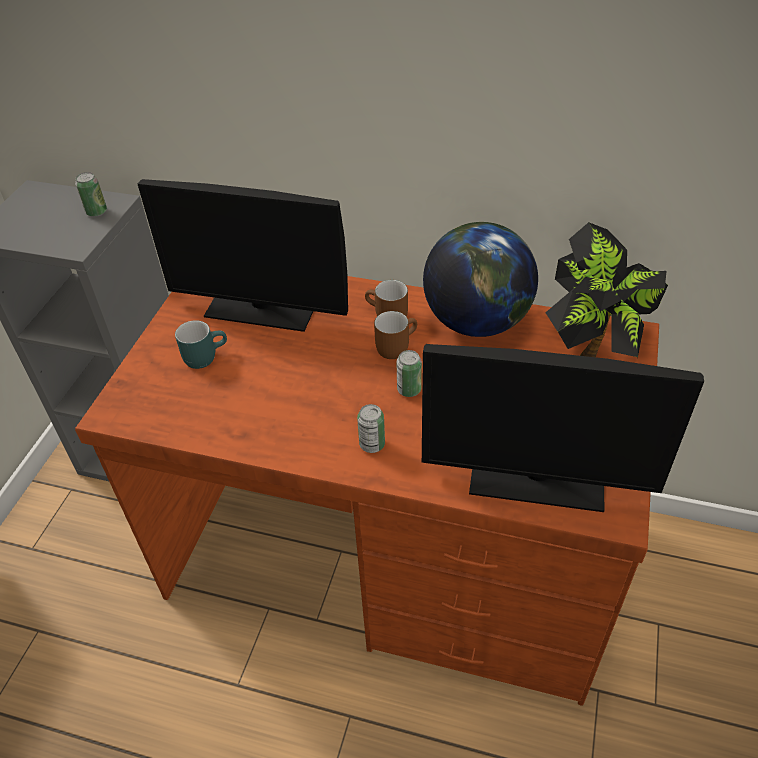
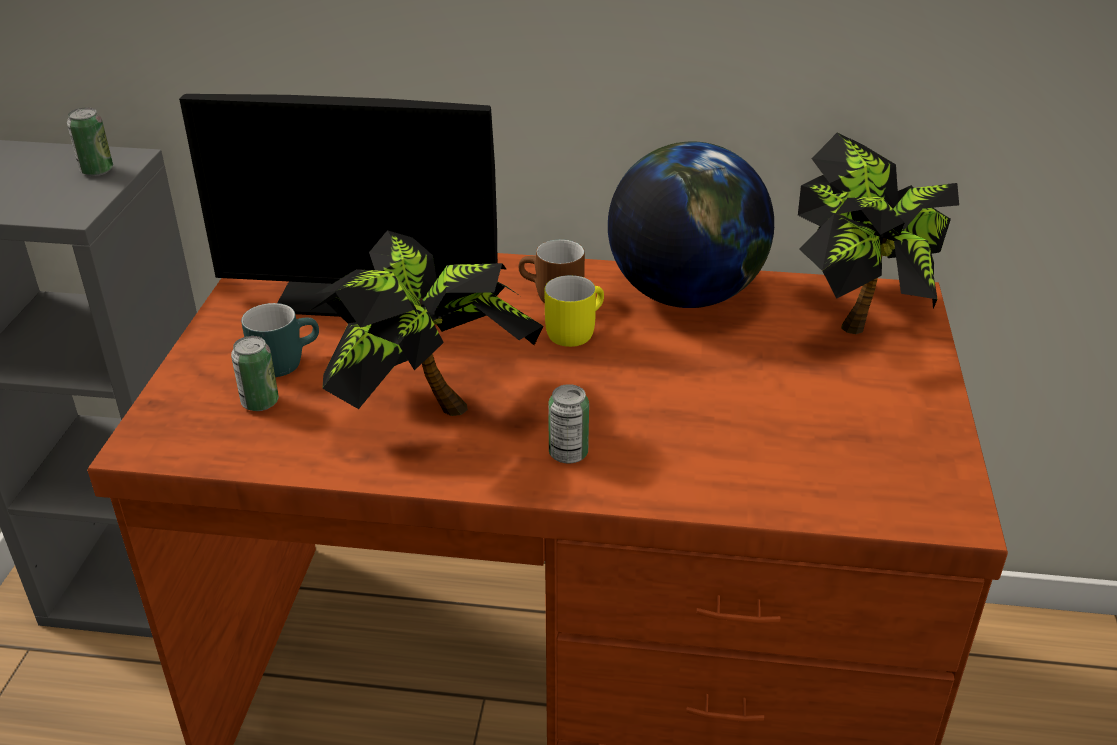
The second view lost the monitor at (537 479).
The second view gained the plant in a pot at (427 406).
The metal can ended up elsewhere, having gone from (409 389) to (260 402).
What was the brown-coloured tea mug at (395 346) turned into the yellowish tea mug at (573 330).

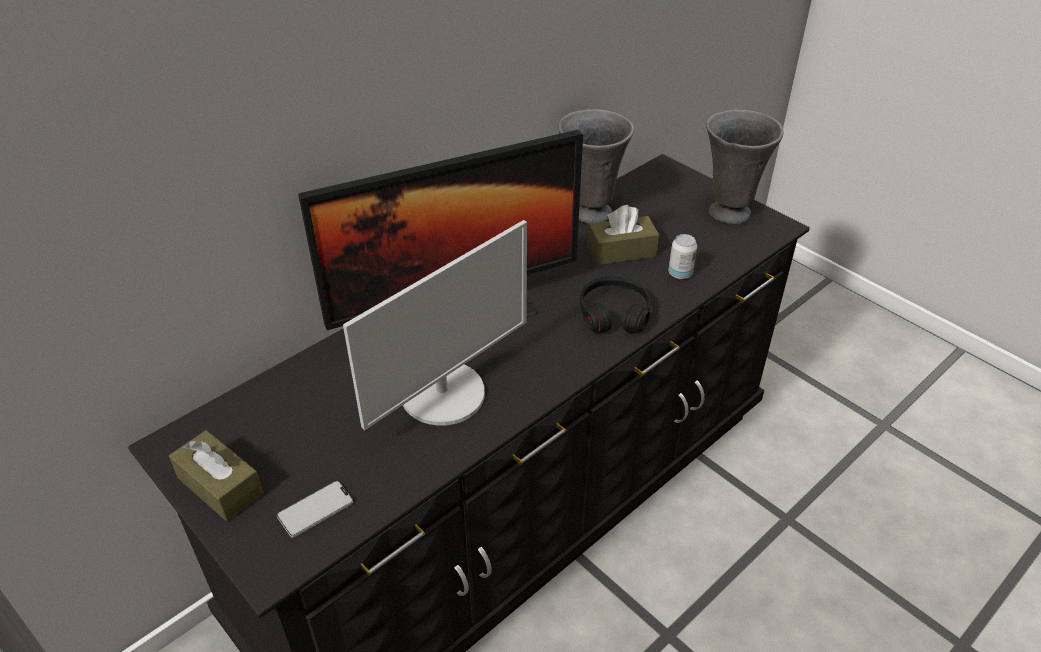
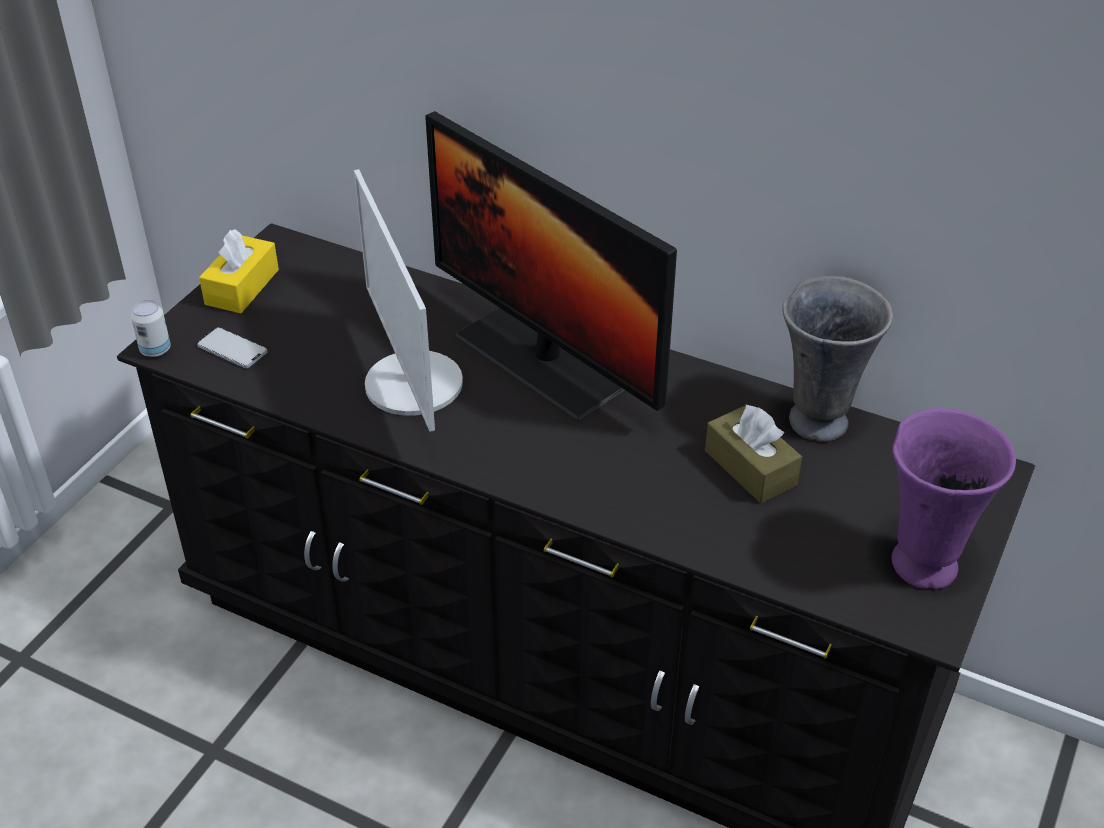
The second view lost the black-coloured pair of headphones at (614 313).
The metal can ended up elsewhere, having gone from (680 274) to (155 350).
What was the brown-coloured tissue box at (220 486) turned into the yellowish tissue box at (242 287).
What was the grey decorative vase at (727 213) turned into the purple-coloured decorative vase at (923 562).
The monitor at (444 394) ended up facing another way, 45 degrees clockwise from before.

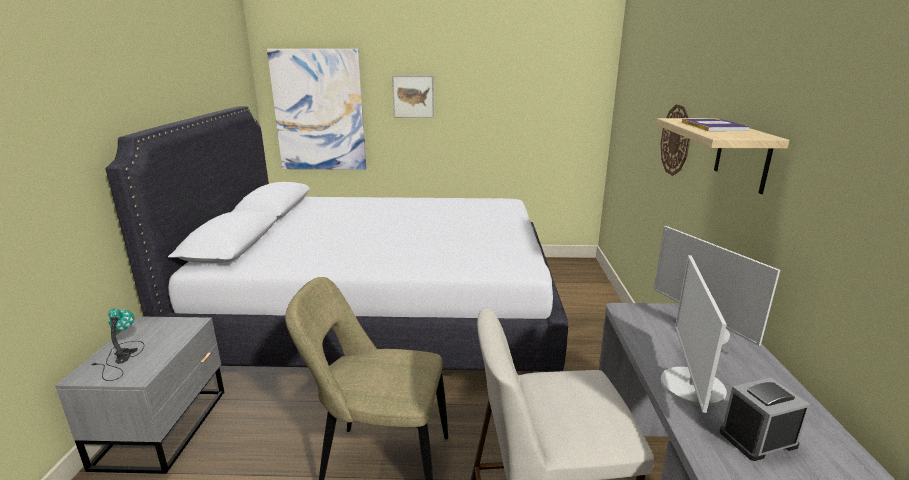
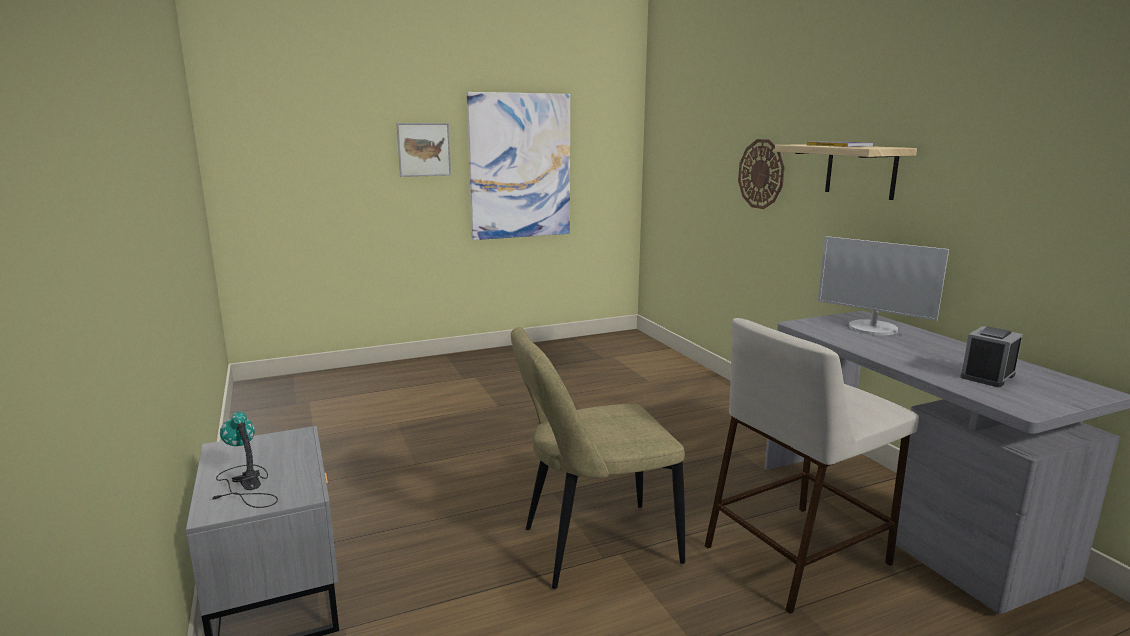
The second view lost the white-coloured sleeping bed at (382 318).
The second view lost the monitor at (691 386).
The picture ended up elsewhere, having gone from (319 111) to (520 166).

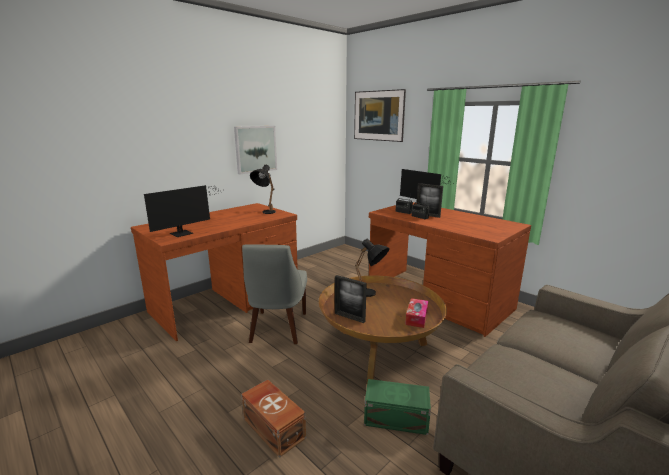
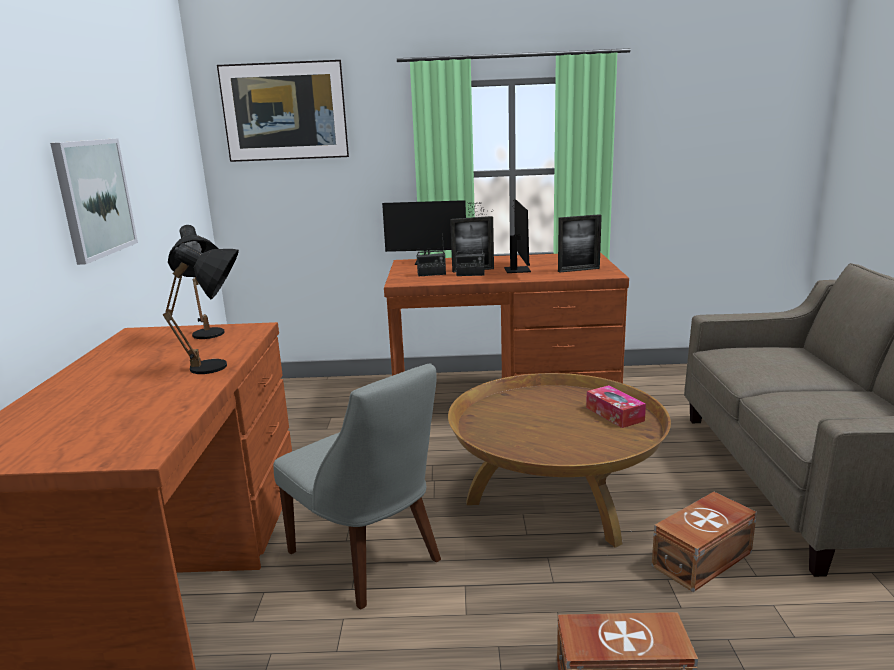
The monitor ended up elsewhere, having gone from (185 233) to (518 269).
The standing frame ended up elsewhere, having gone from (349 317) to (578 270).
The black-coloured tabletop lamp ended up elsewhere, having gone from (372 295) to (222 367).
What was the green storage bin at (397 419) turned into the brown-coloured storage bin at (704 559).

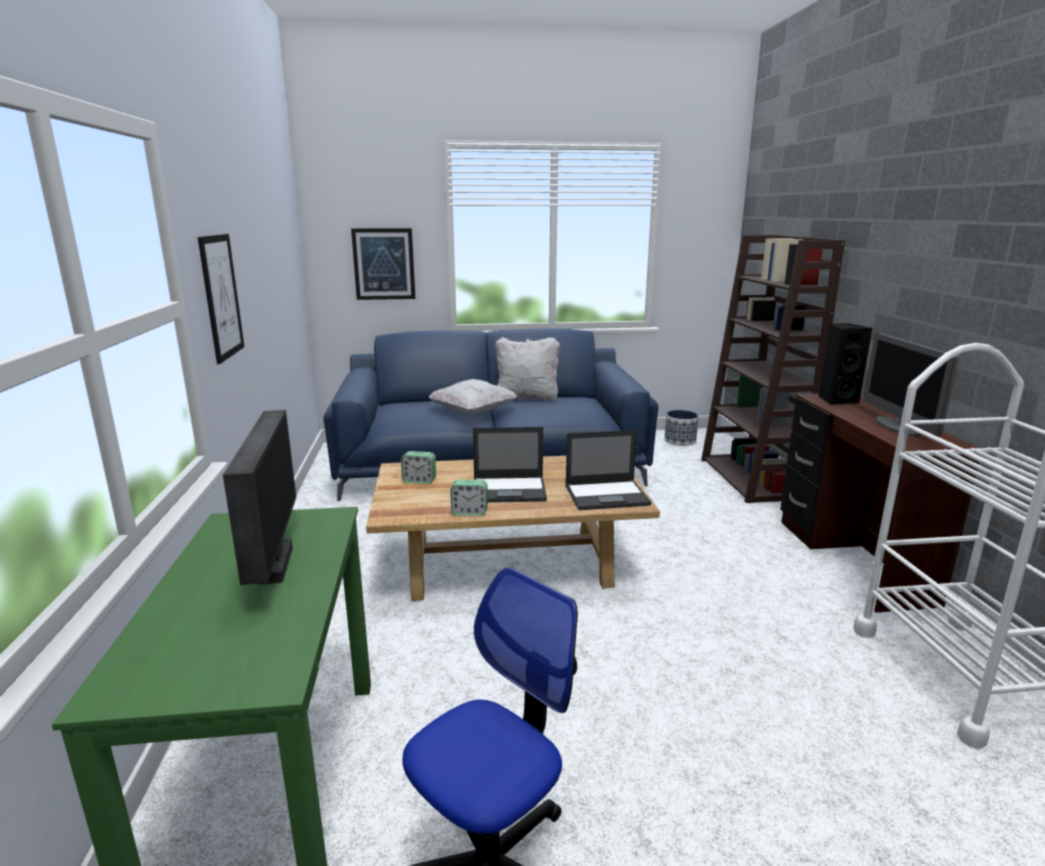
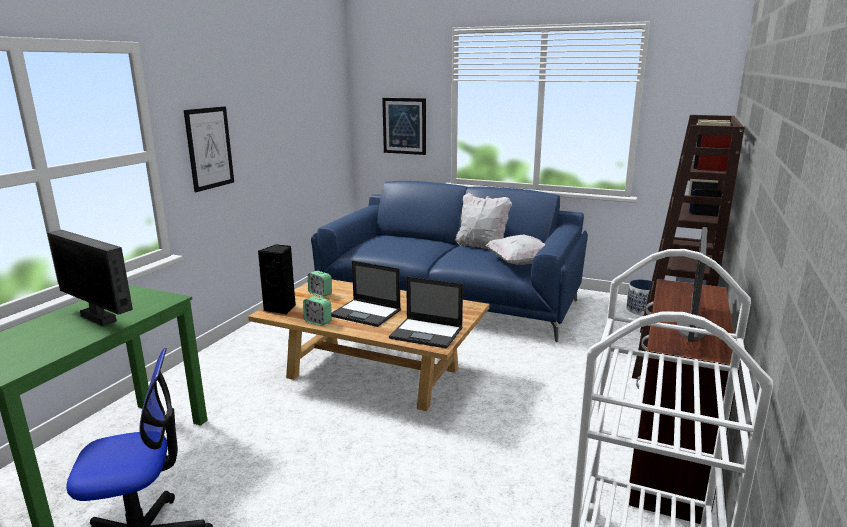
The white-coloured cushion ended up elsewhere, having gone from (473 412) to (520 263).
The black-coloured speaker ended up elsewhere, having gone from (836 400) to (281 308).
The monitor at (273 565) ended up facing another way, 105 degrees clockwise from before.

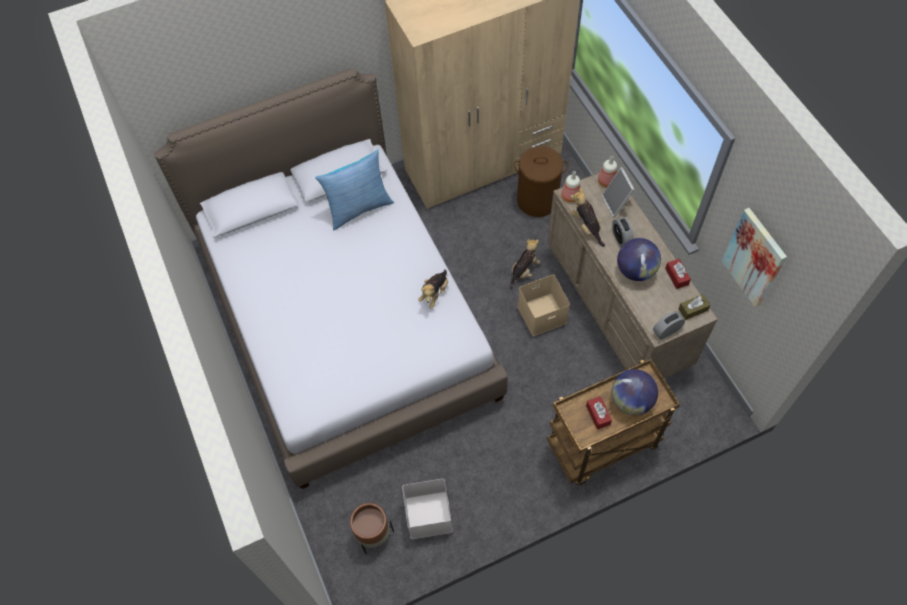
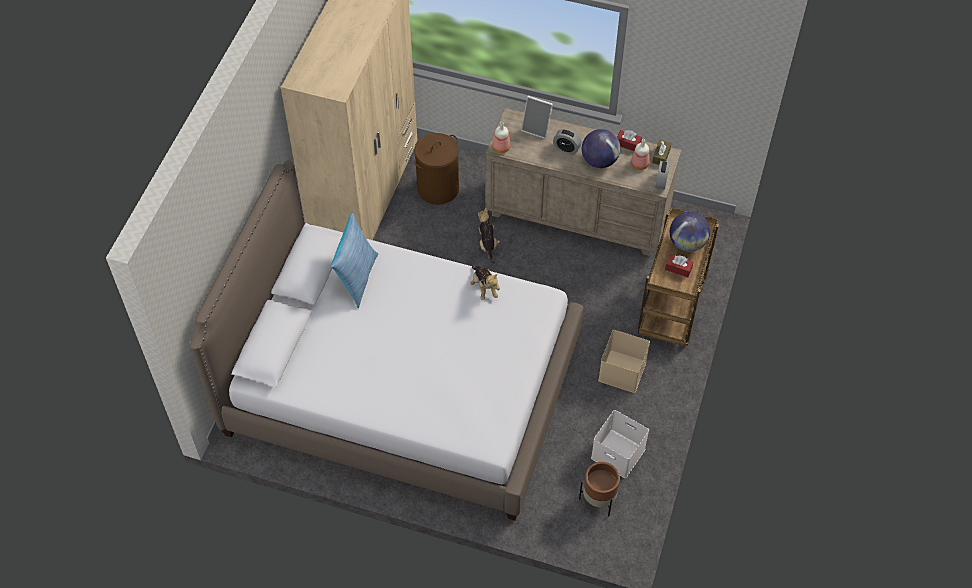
The second view lost the plush toy at (586 226).
The second view lost the picture at (754 258).
The beige storage bin ended up elsewhere, having gone from (541 315) to (623 372).
The bottle ended up elsewhere, having gone from (606 181) to (639 164).

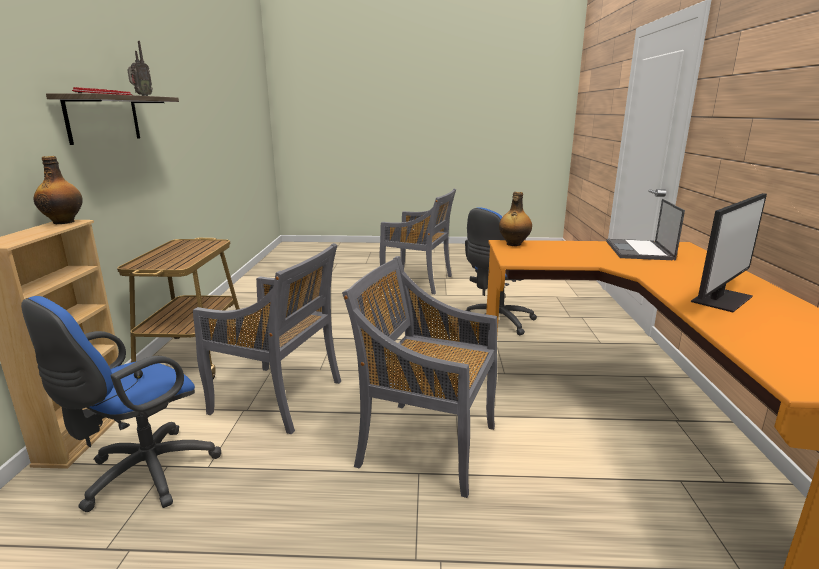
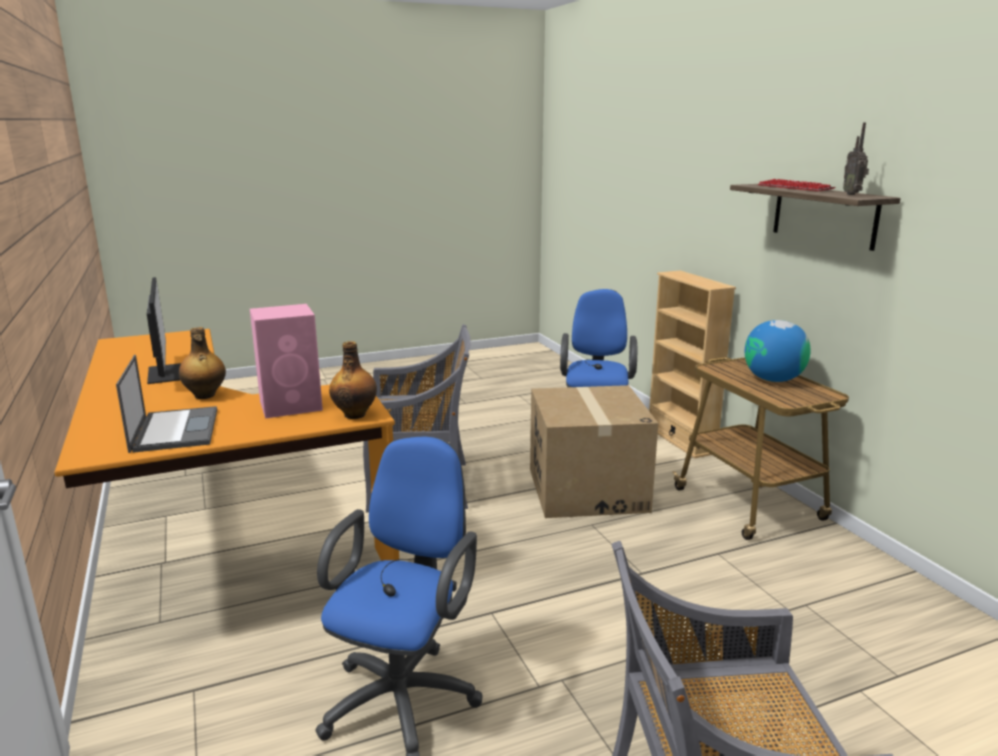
The second view gained the pink speaker at (292 405).
The second view gained the world globe at (773 379).
The bottle ended up elsewhere, having gone from (64 222) to (205 395).
Where the grey chair stood at (279 398), the carton came to stand at (586 489).
The monitor at (720 298) ended up facing another way, 135 degrees clockwise from before.

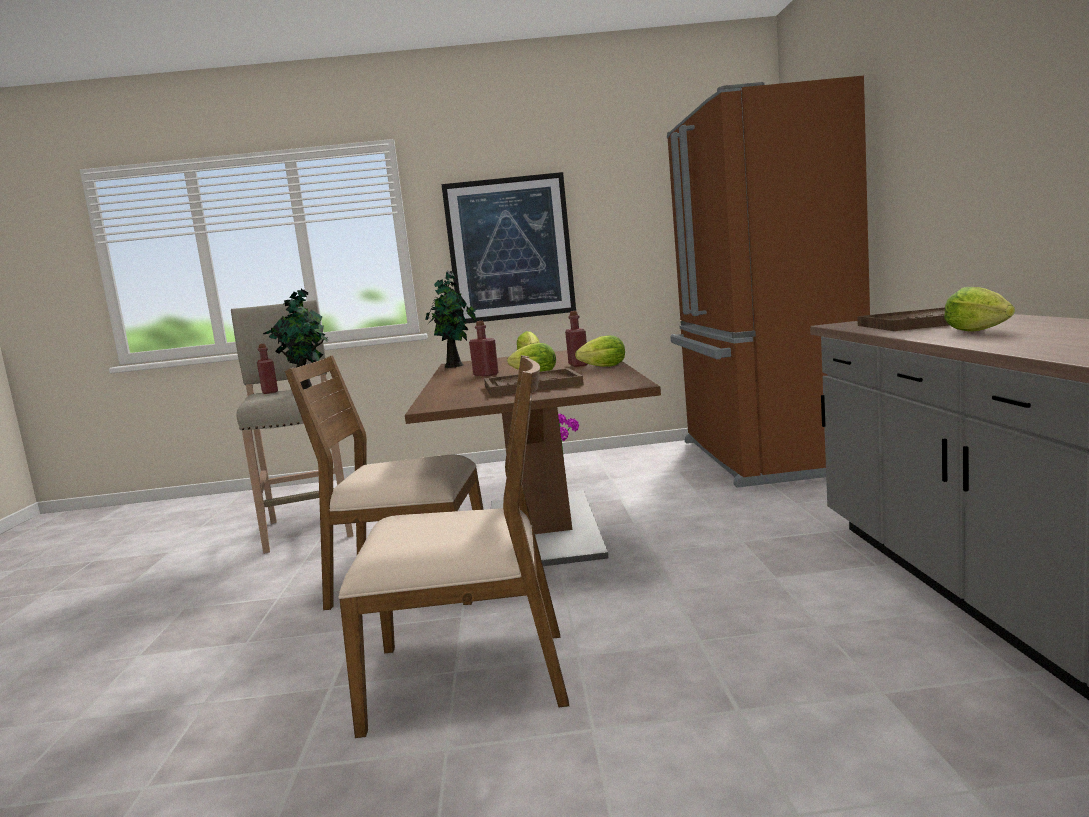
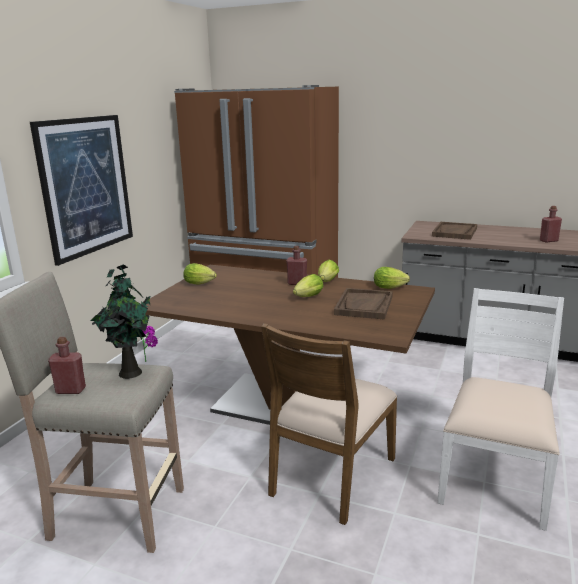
The second view lost the plant in a pot at (455 366).
The reddish bottle ended up elsewhere, having gone from (486 375) to (548 240).
The lettuce ended up elsewhere, having gone from (981 331) to (391 288).
What was the brown-coloured chair at (470 677) turned into the white-coloured chair at (495 478).

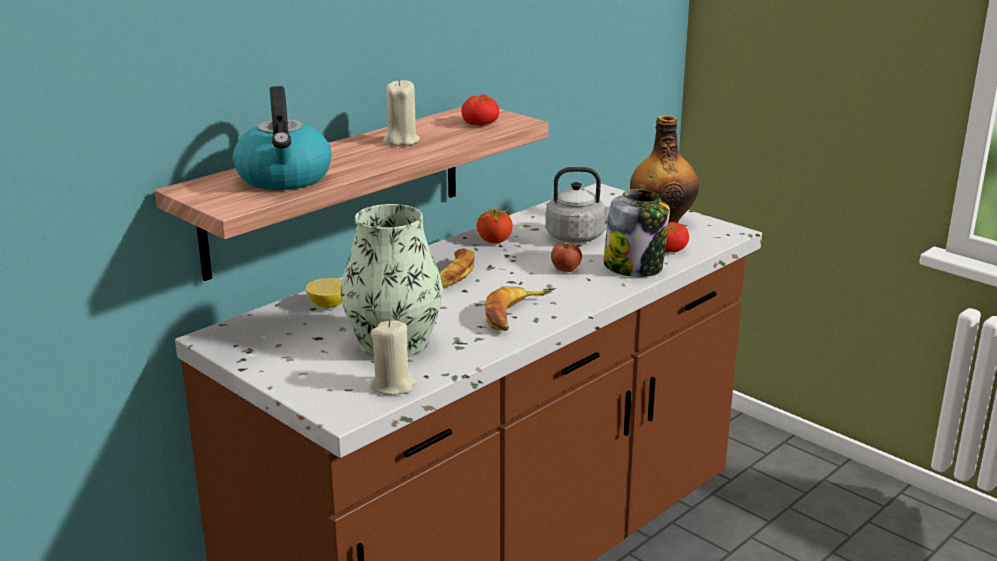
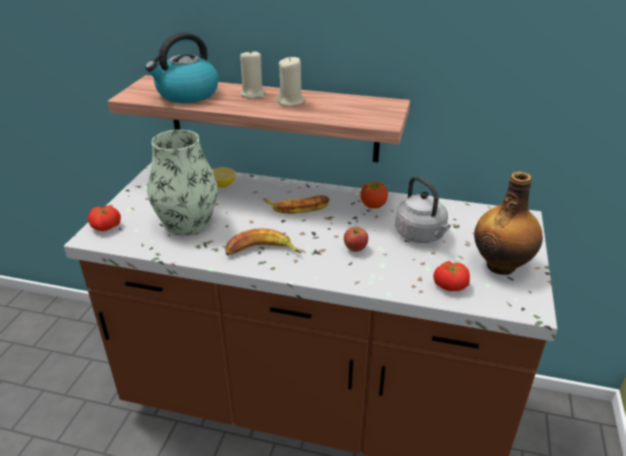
The second view lost the storage jar at (634 267).
The beige wax candle ended up elsewhere, having gone from (393 386) to (253 94).
The fresh tomato ended up elsewhere, having gone from (481 123) to (106 227).

